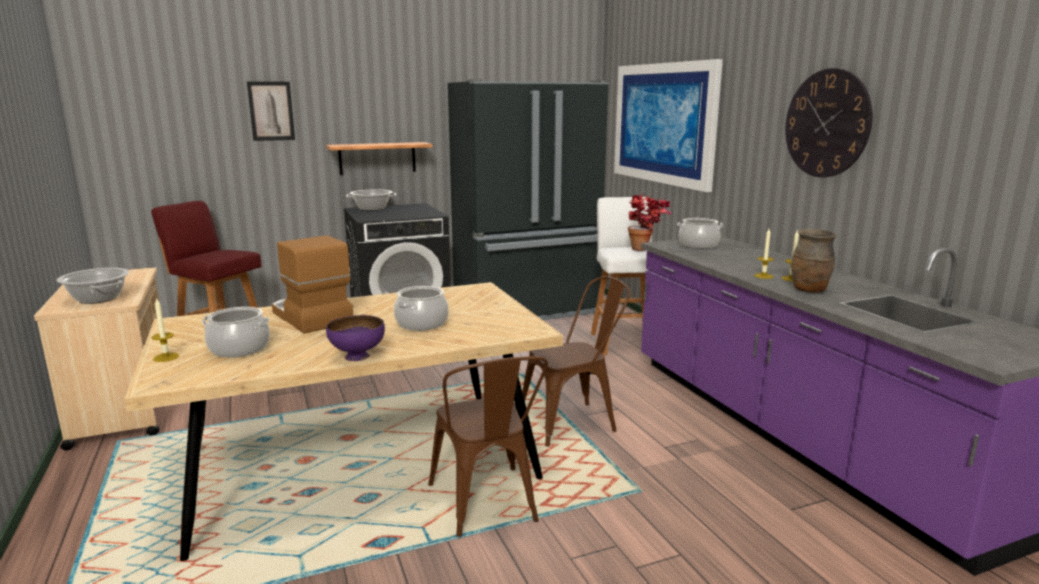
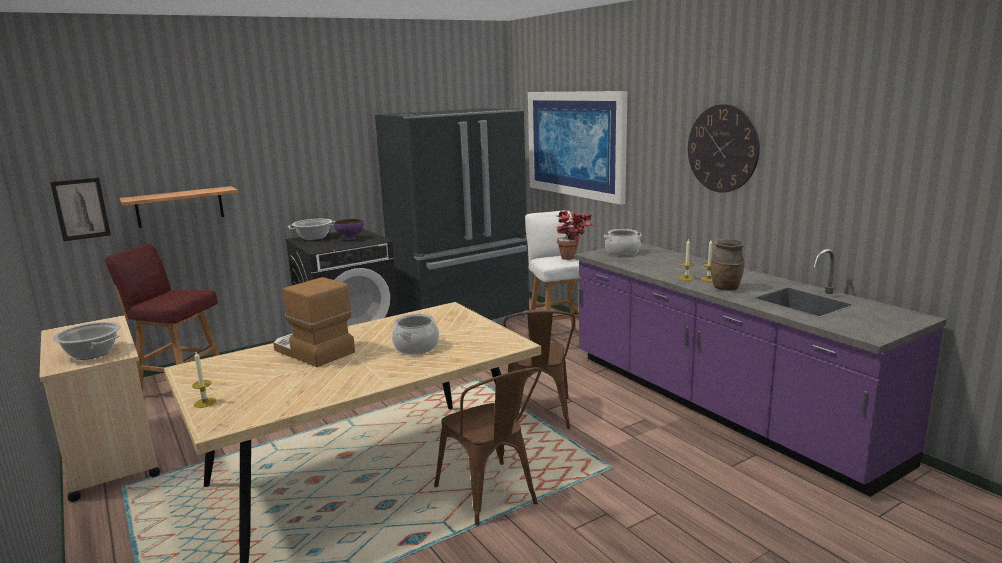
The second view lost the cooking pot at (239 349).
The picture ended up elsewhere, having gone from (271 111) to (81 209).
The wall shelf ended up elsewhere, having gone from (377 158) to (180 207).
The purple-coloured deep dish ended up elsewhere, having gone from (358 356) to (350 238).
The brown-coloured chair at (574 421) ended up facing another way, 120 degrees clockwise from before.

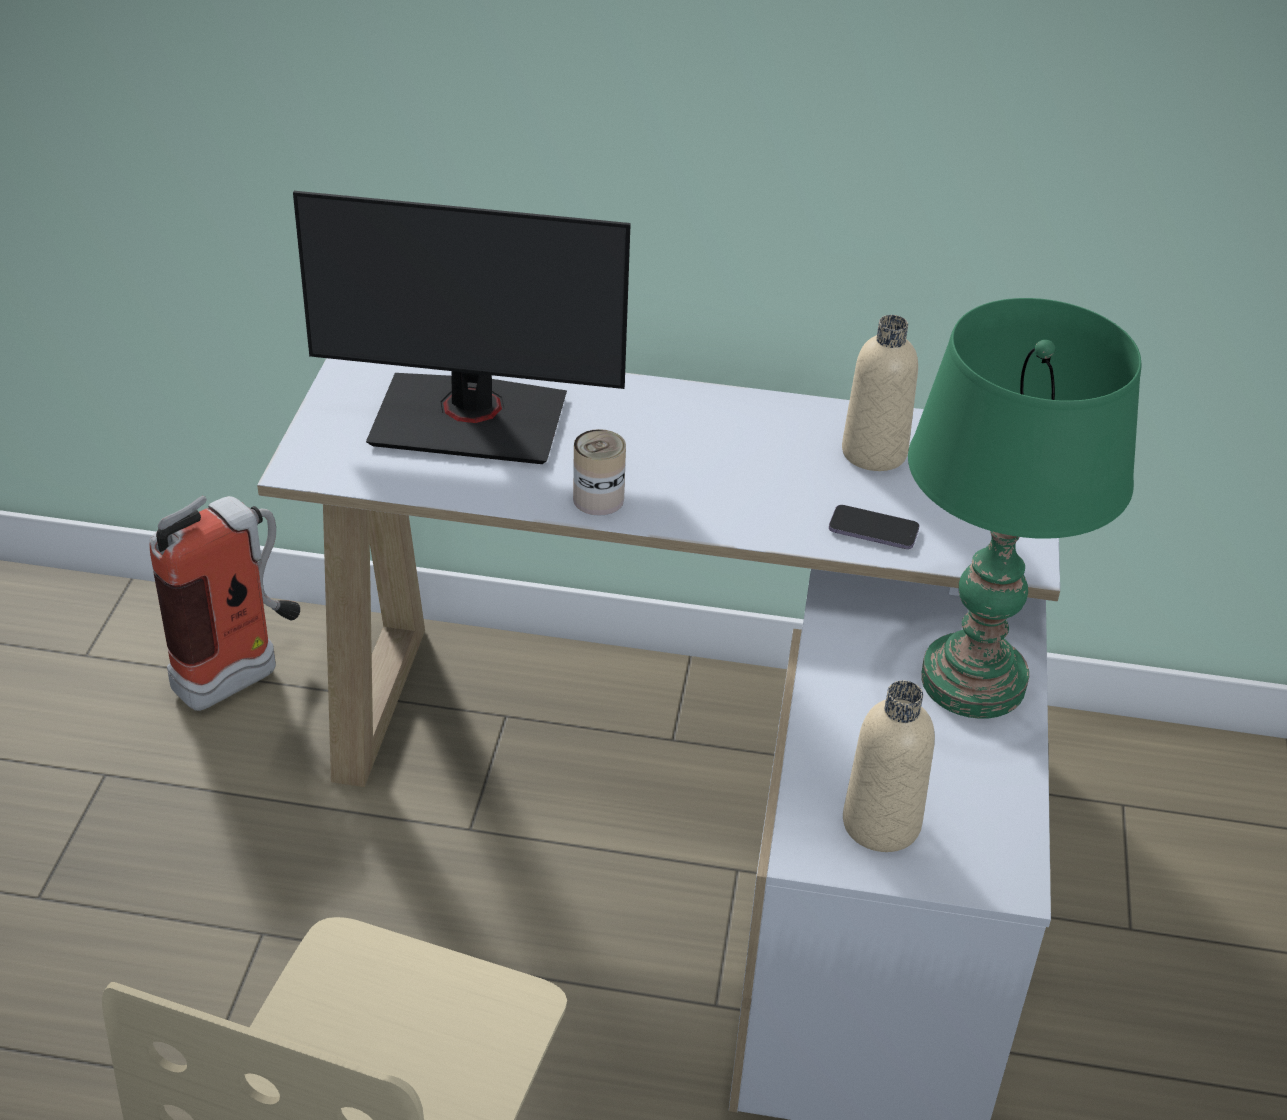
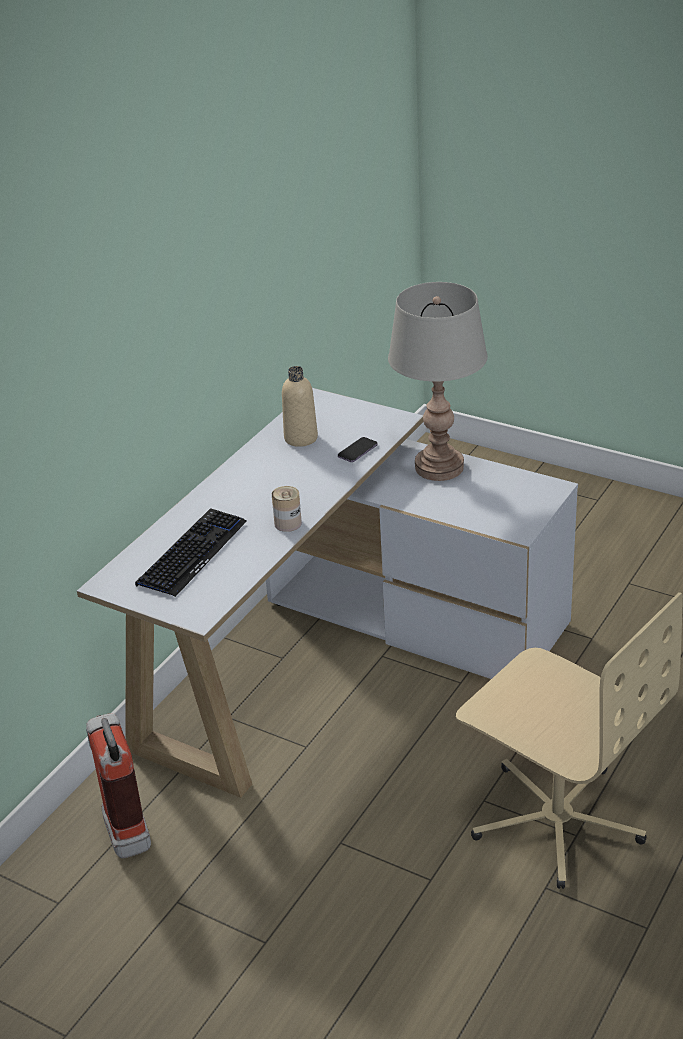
The second view lost the beige bottle at (881 824).
Where the monitor stood at (470 419), the PC keyboard came to stand at (192 553).
What was the green tabletop lamp at (973 682) turned into the grey tabletop lamp at (439 467).

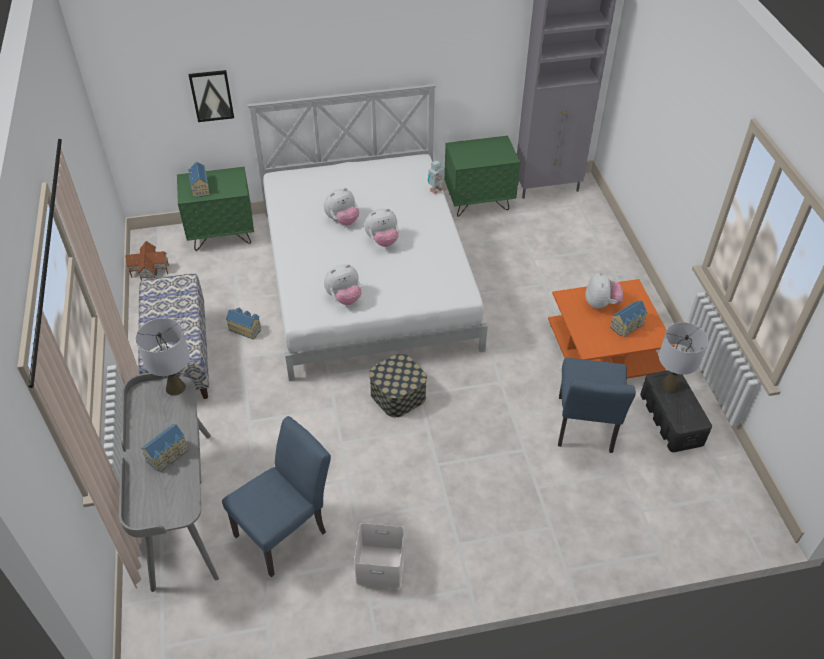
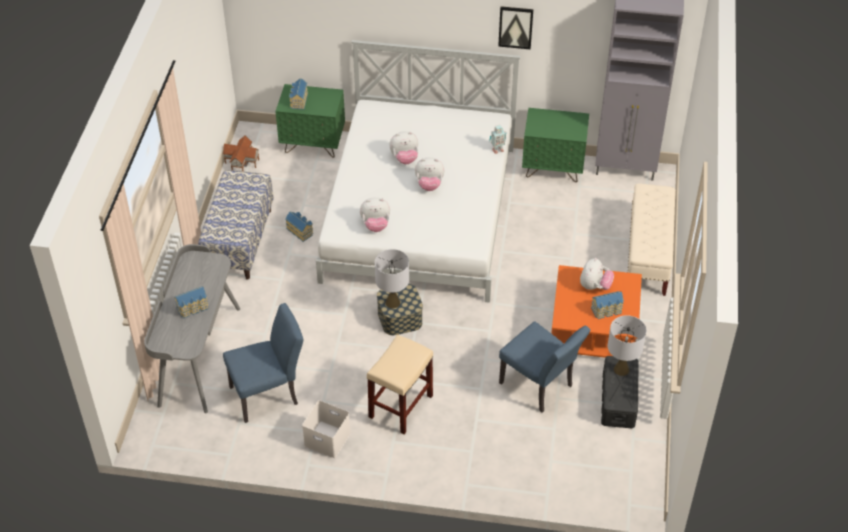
The second view gained the beige stool seat at (401 407).
The second view gained the beige long seat at (647 255).
The grey tabletop lamp ended up elsewhere, having gone from (175 388) to (392 302).
The picture ended up elsewhere, having gone from (211 95) to (515 27).
The blue-coloured chair at (585 429) ended up facing another way, 75 degrees counterclockwise from before.

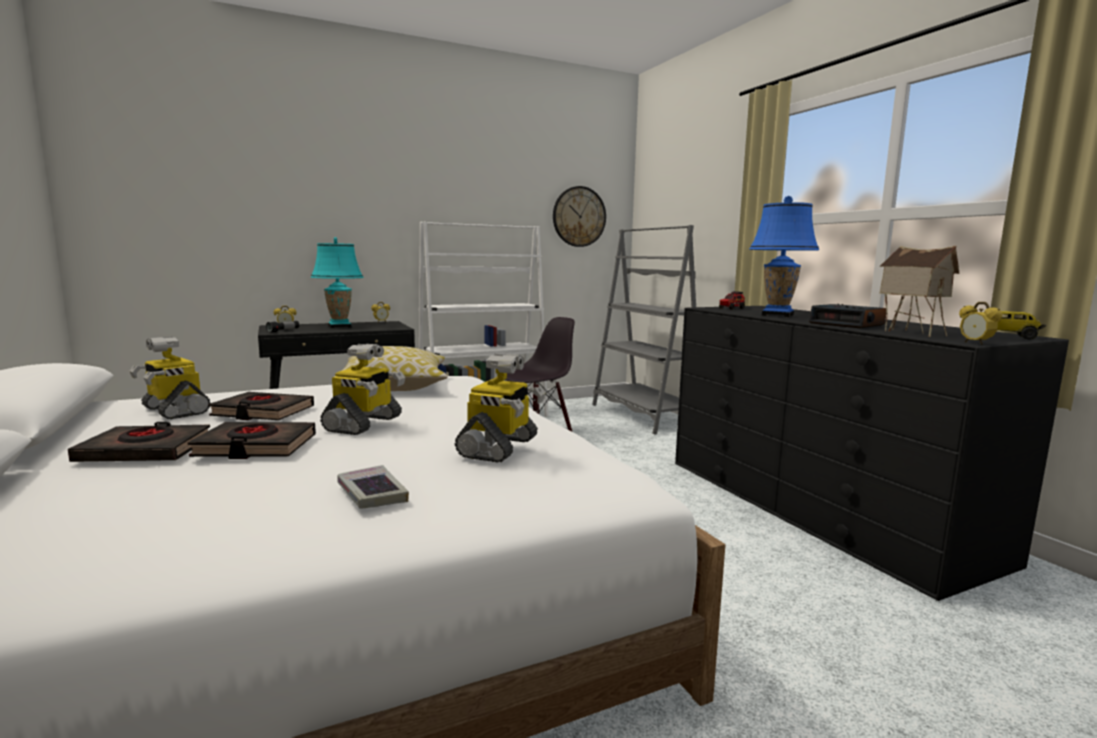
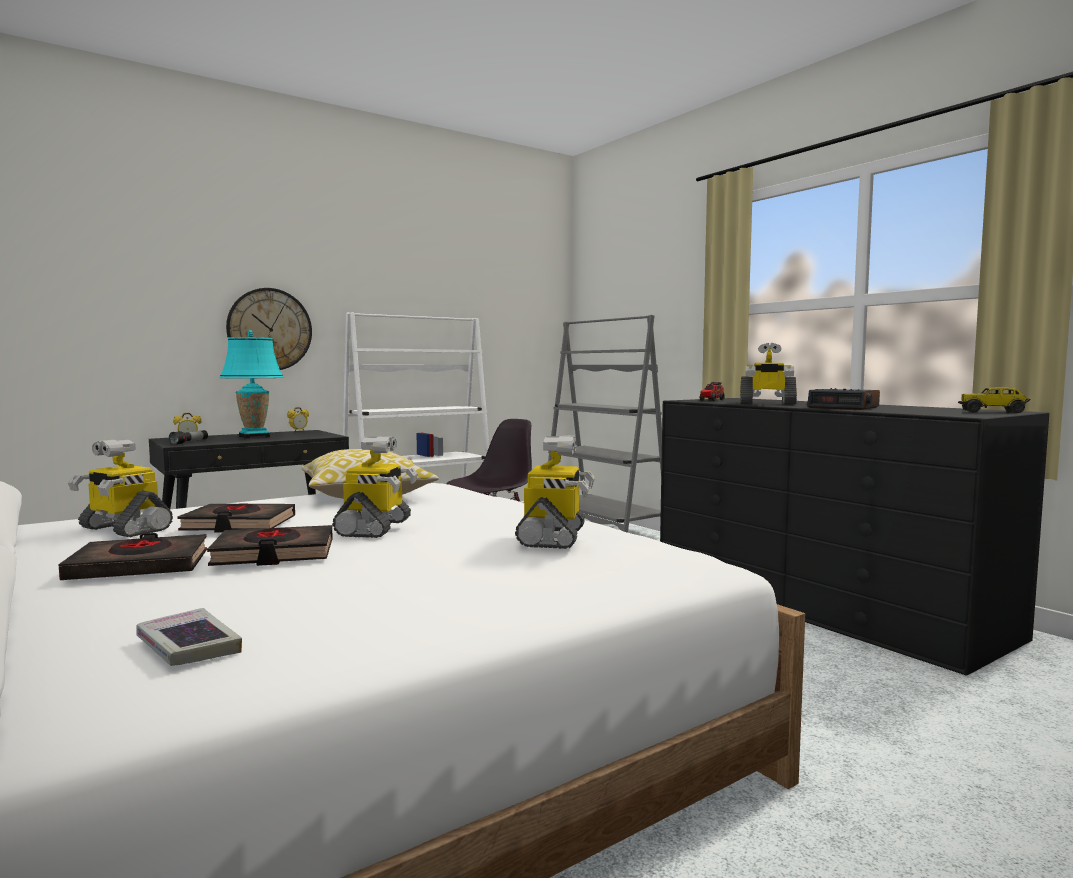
The second view lost the model house at (909 333).
The second view lost the alarm clock at (975 343).
The bound book ended up elsewhere, having gone from (372 494) to (188 646).
The wall clock ended up elsewhere, having gone from (579 216) to (269 329).
Where the blue-coloured tabletop lamp stood at (778 315), the robot figure came to stand at (767 403).

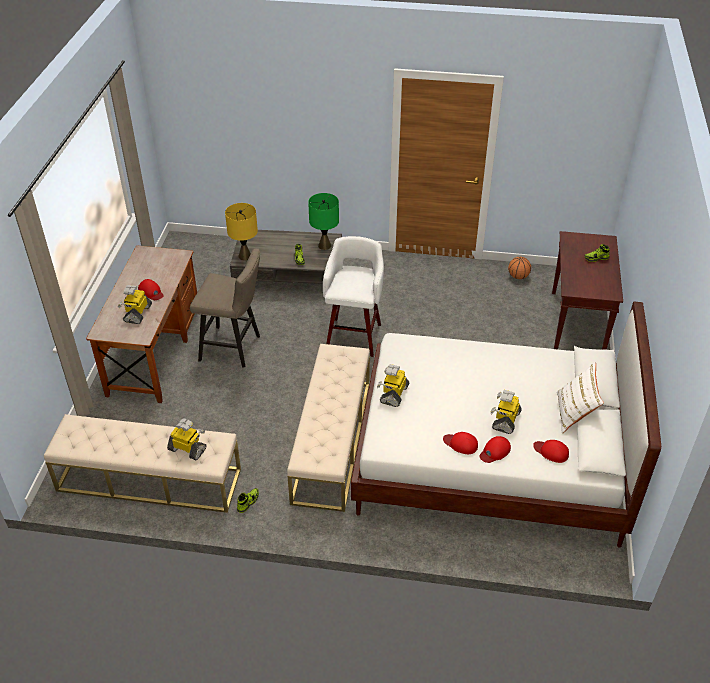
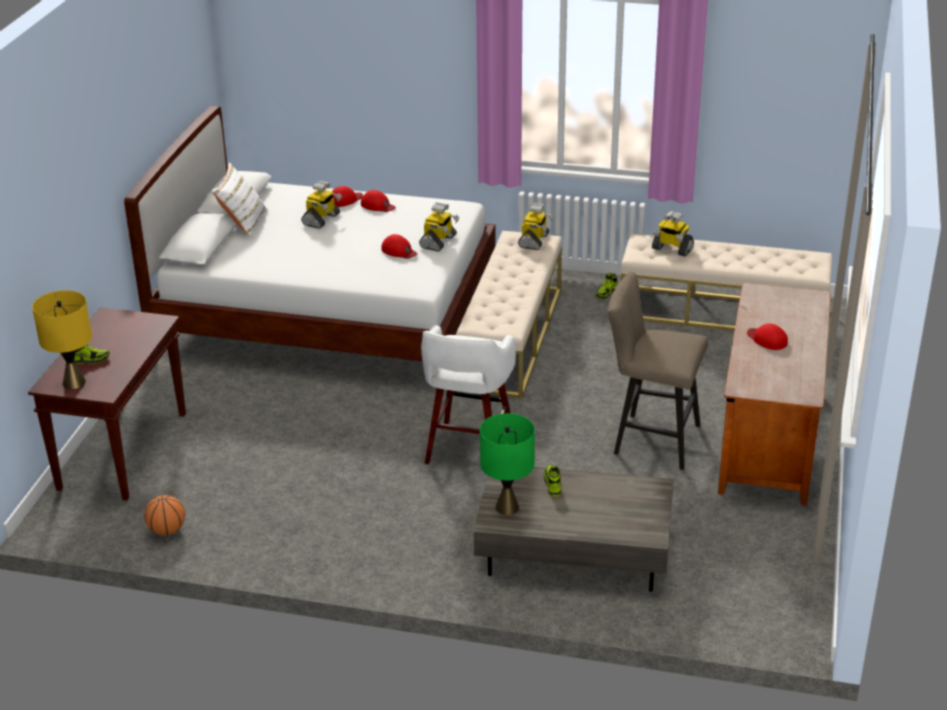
The robot figure ended up elsewhere, having gone from (137 313) to (534 241).
The yellowish tabletop lamp ended up elsewhere, having gone from (244 256) to (74 382).
The reddish baseball cap ended up elsewhere, having gone from (551 451) to (399 251).

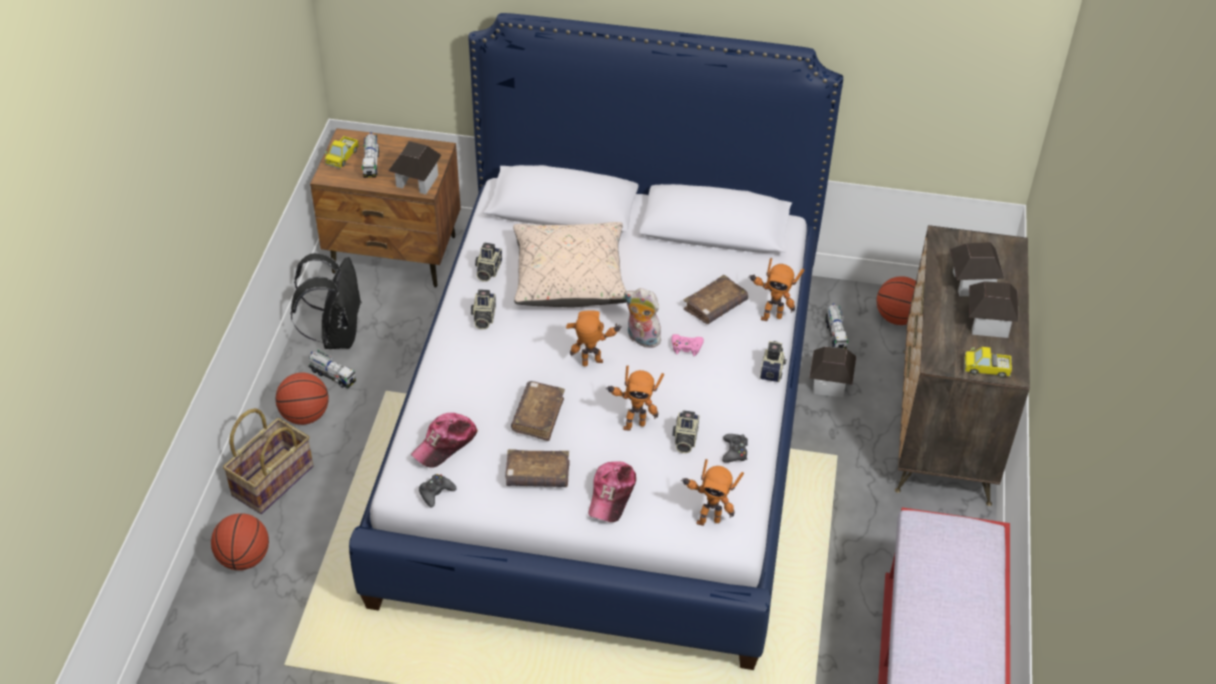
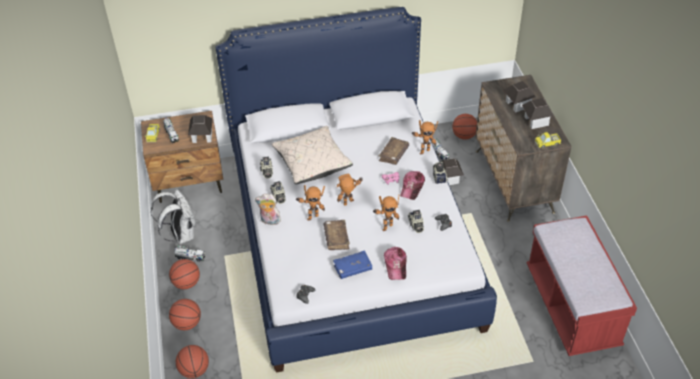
The baseball cap ended up elsewhere, having gone from (445 444) to (412 187).
The plush toy ended up elsewhere, having gone from (641 339) to (269 221).
The robot figure ended up elsewhere, having gone from (707 519) to (312 216).
Where the basket stood at (272 480), the ball for basketball came to stand at (187 323).
What was the black-coloured backpack at (337 335) turned into the white-coloured backpack at (180 235).
What was the brown-coloured bound book at (537 475) turned into the blue-coloured bound book at (352 268).

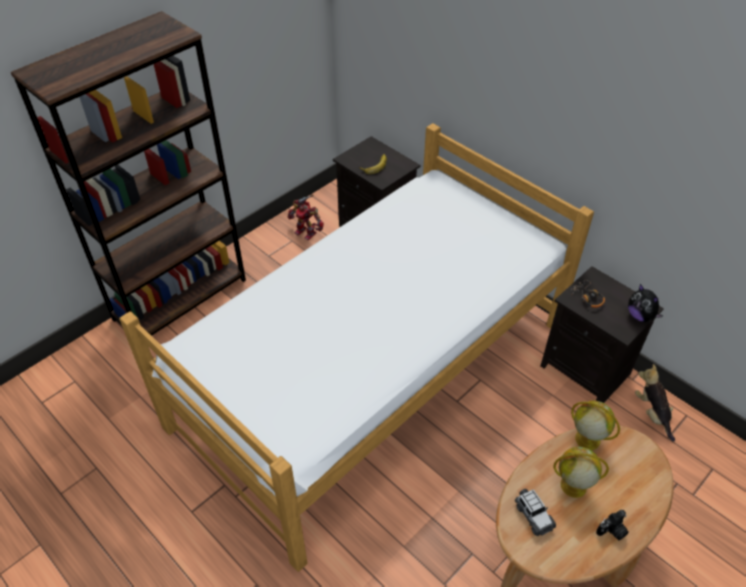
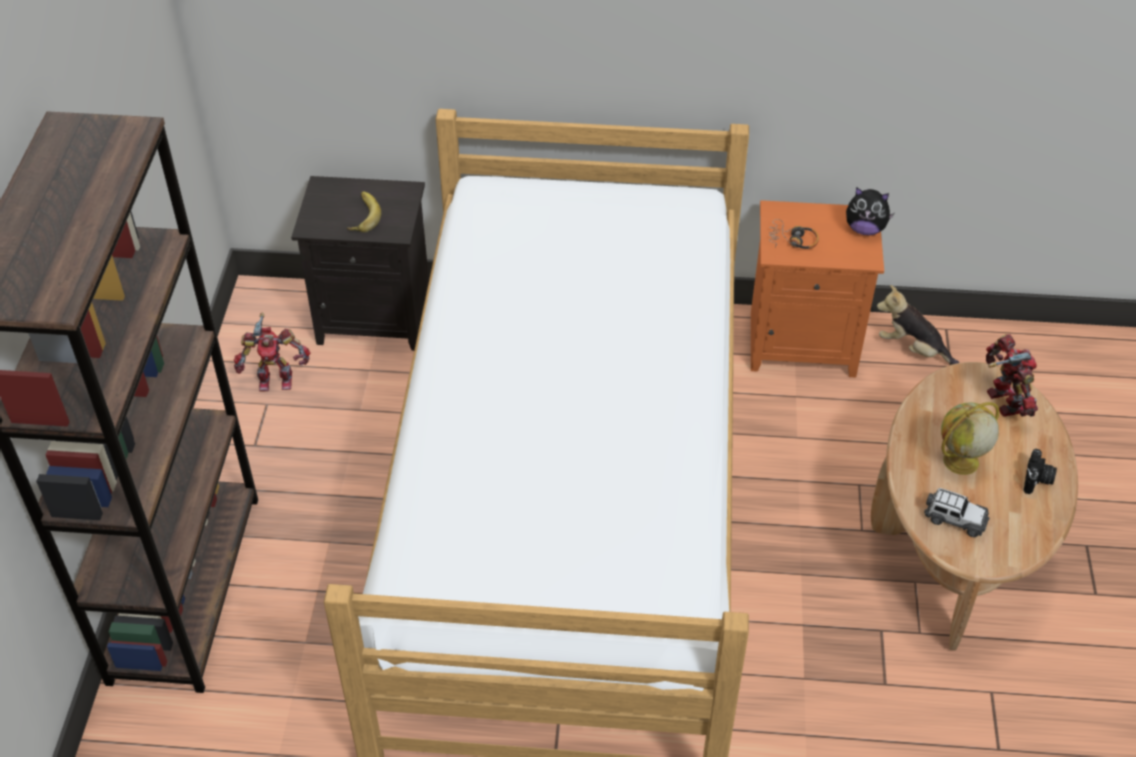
The second view lost the world globe at (586 439).
The second view gained the robot figure at (1003 403).
What was the black-coloured bedside table at (587 370) turned into the orange bedside table at (804 343).

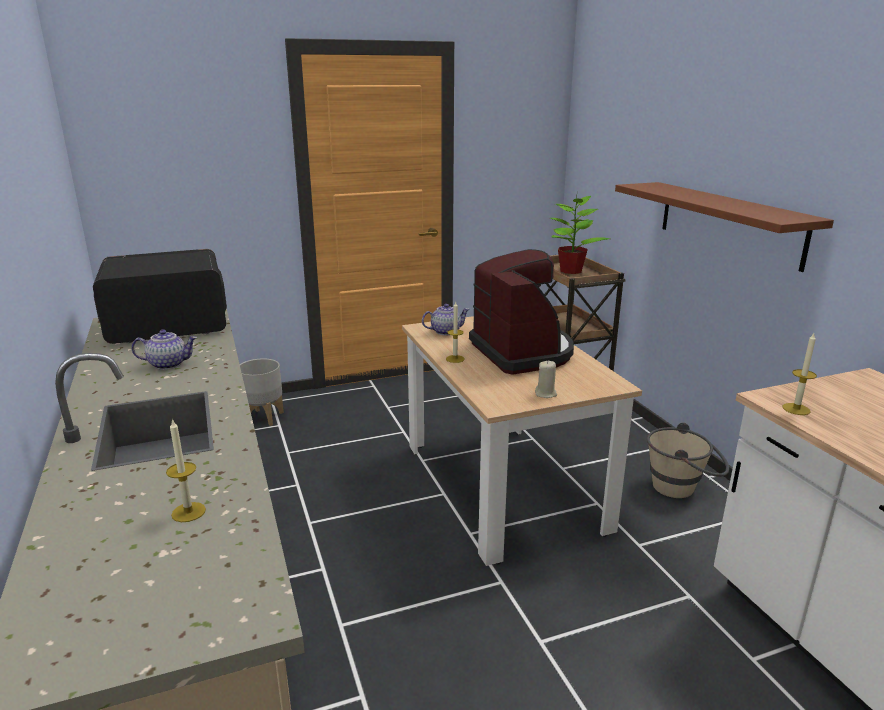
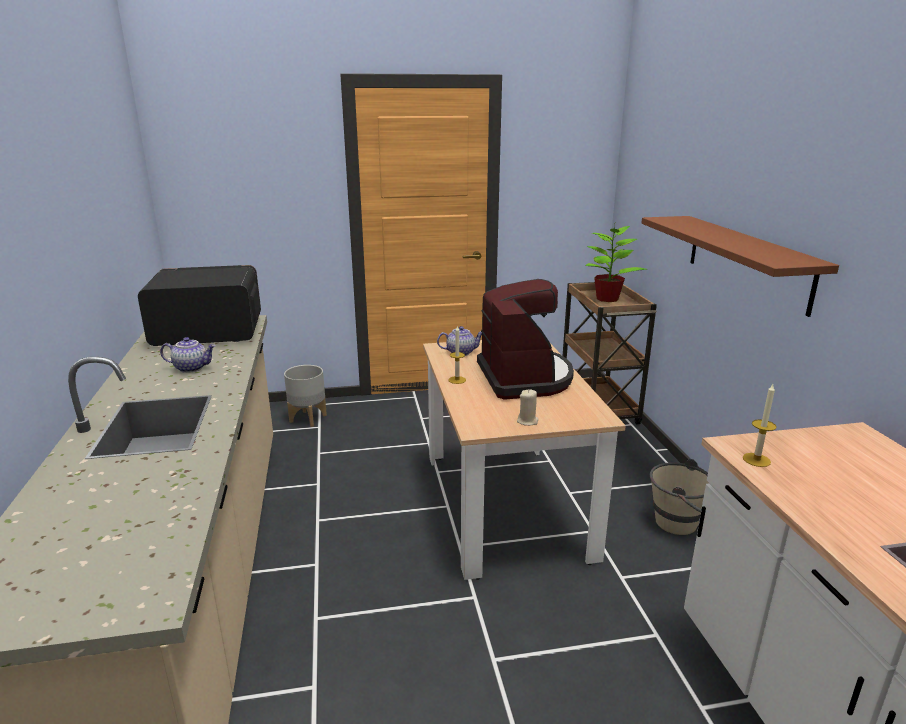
The second view lost the wax candle at (188 512).

